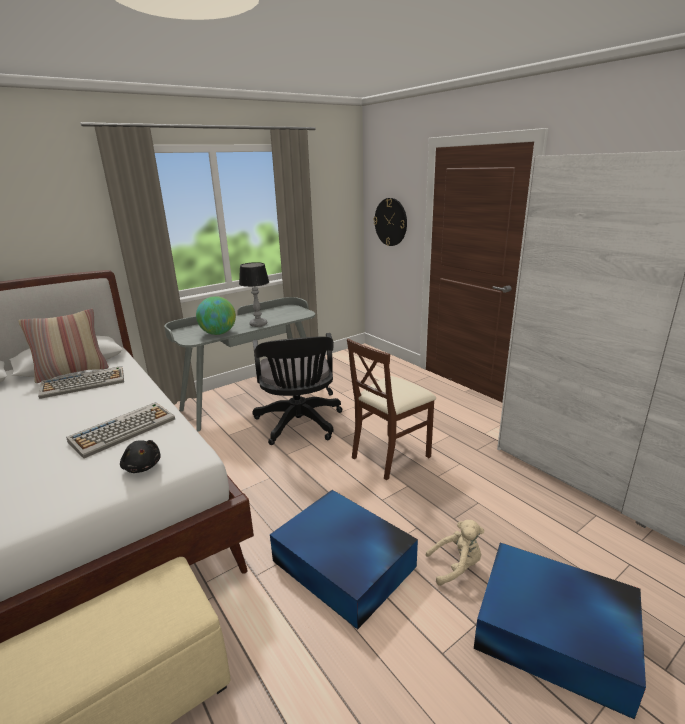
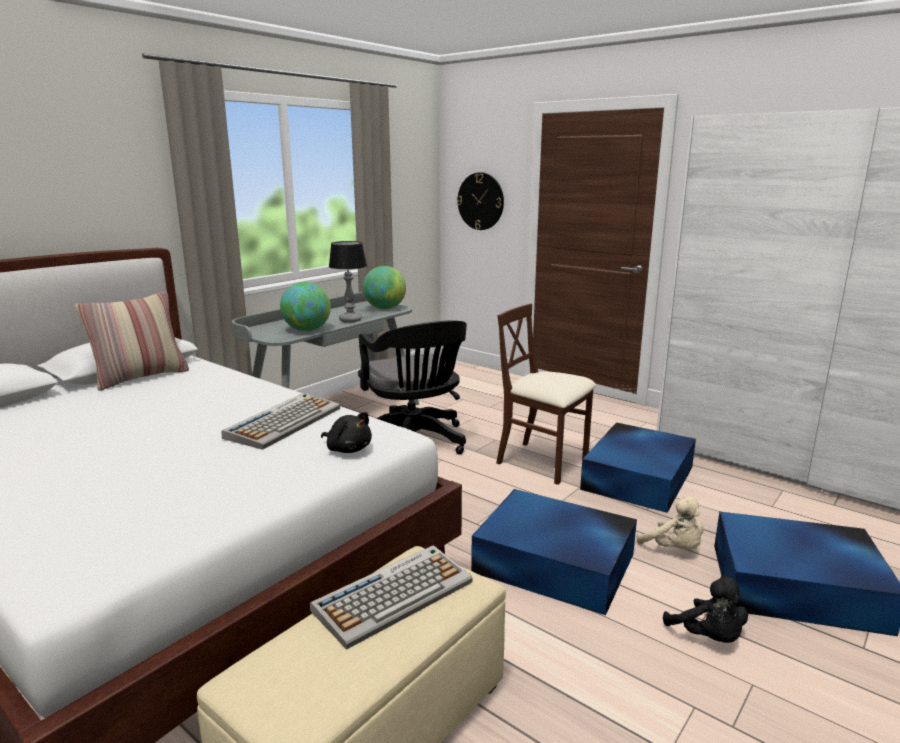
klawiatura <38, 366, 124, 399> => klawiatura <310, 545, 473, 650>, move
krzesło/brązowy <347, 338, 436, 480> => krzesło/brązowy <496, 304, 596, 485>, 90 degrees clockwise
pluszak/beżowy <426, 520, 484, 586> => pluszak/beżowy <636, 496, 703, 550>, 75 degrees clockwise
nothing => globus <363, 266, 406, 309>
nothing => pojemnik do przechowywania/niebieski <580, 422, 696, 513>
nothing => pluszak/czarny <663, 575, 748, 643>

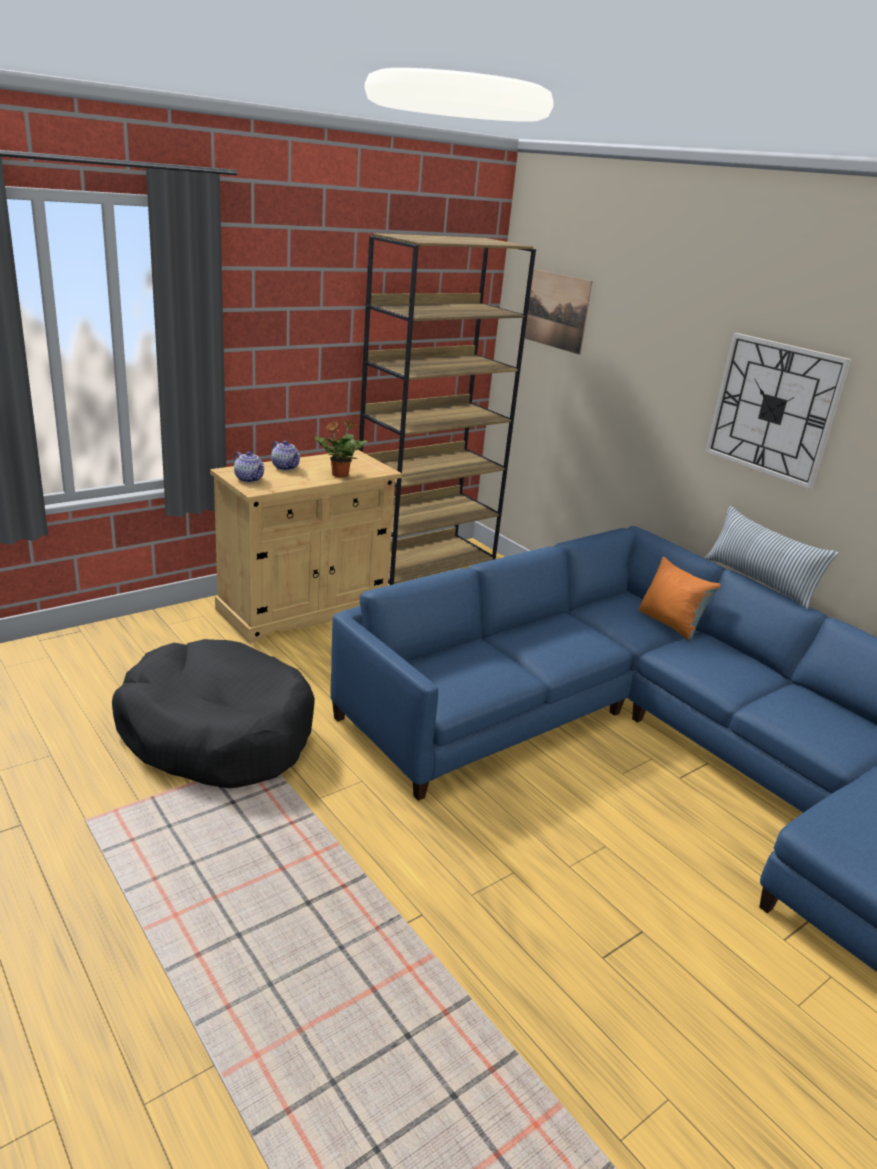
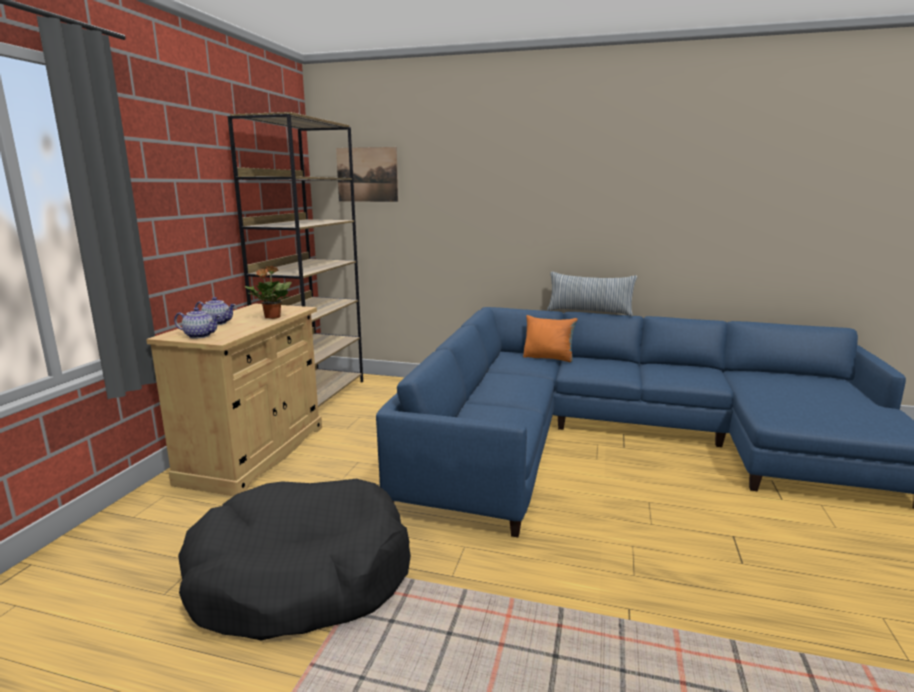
zegar ścienny <705, 333, 852, 489> => nothing

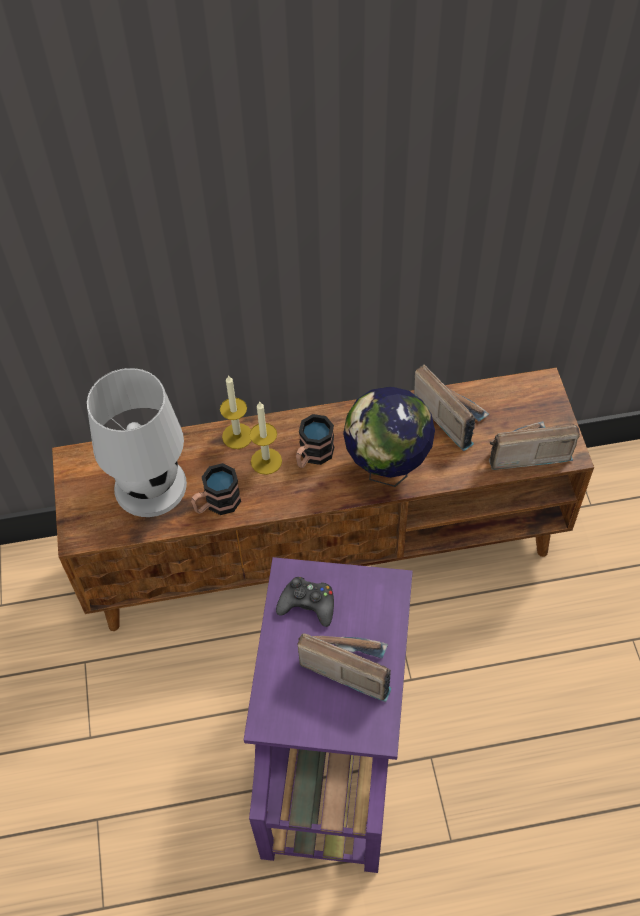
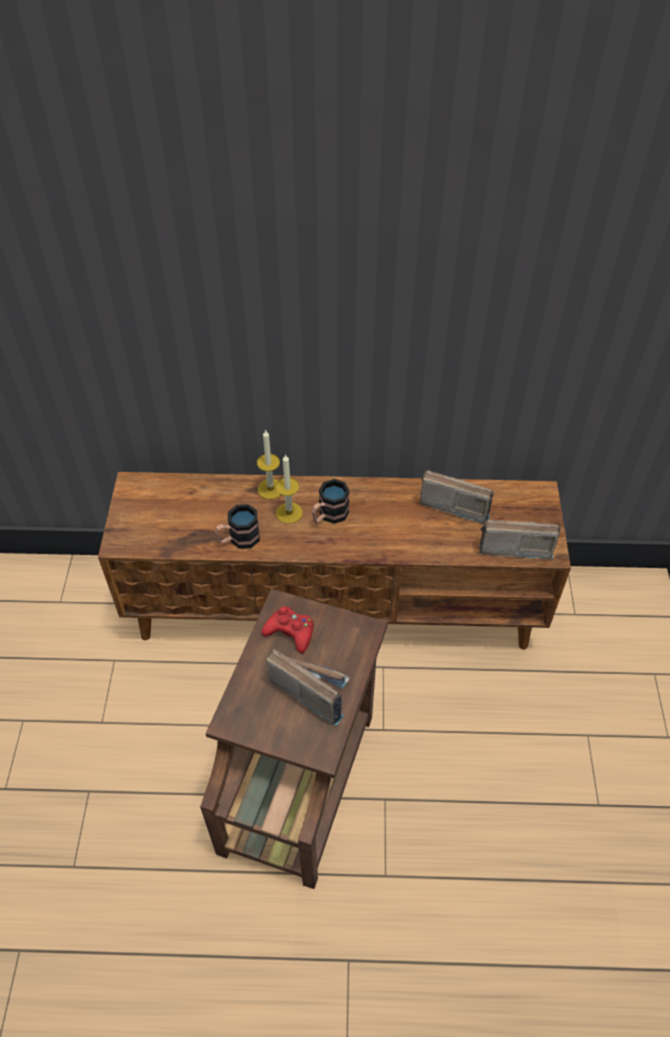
lampa stołowa/biały <87, 368, 187, 517> => nothing
stolik/fioletowy <244, 557, 413, 873> => stolik/brązowy <200, 589, 388, 889>
pad do gier/czarny <276, 577, 334, 627> => pad do gier/czerwony <261, 606, 314, 653>
globus <343, 387, 435, 487> => nothing
radio <414, 365, 489, 451> => radio <420, 470, 494, 524>, 45 degrees counterclockwise

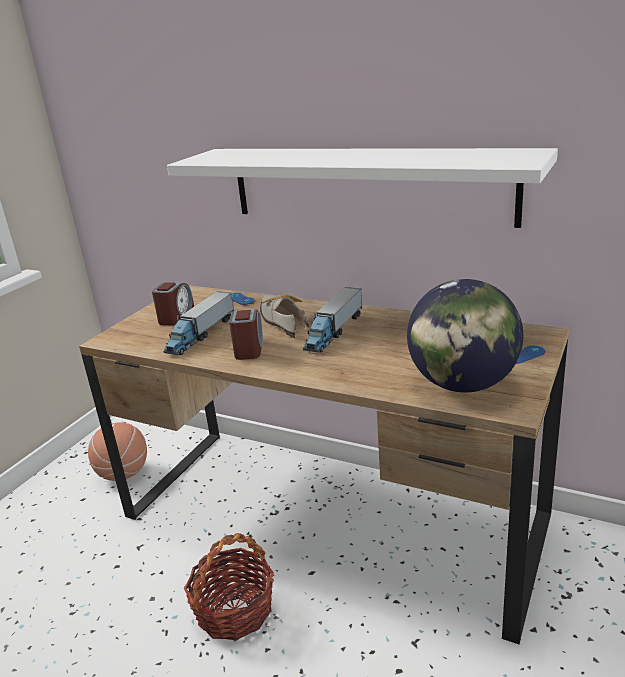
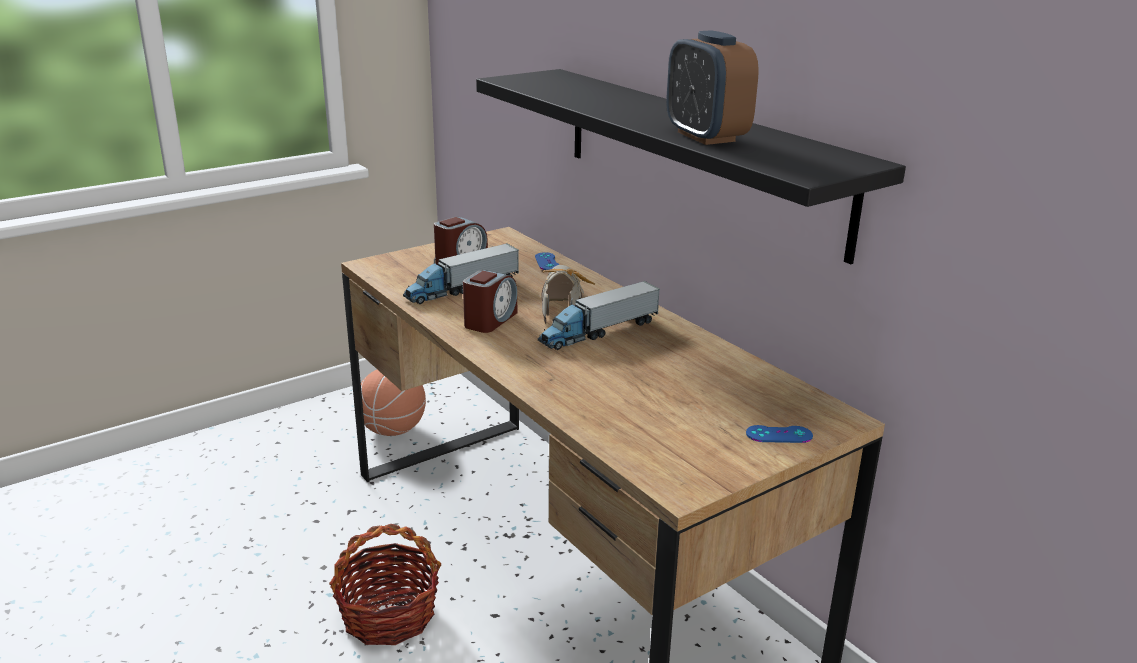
półka/biały <167, 148, 558, 228> => półka/czarny <476, 69, 906, 264>
globus <407, 279, 524, 392> => nothing
nothing => budzik <666, 30, 759, 145>

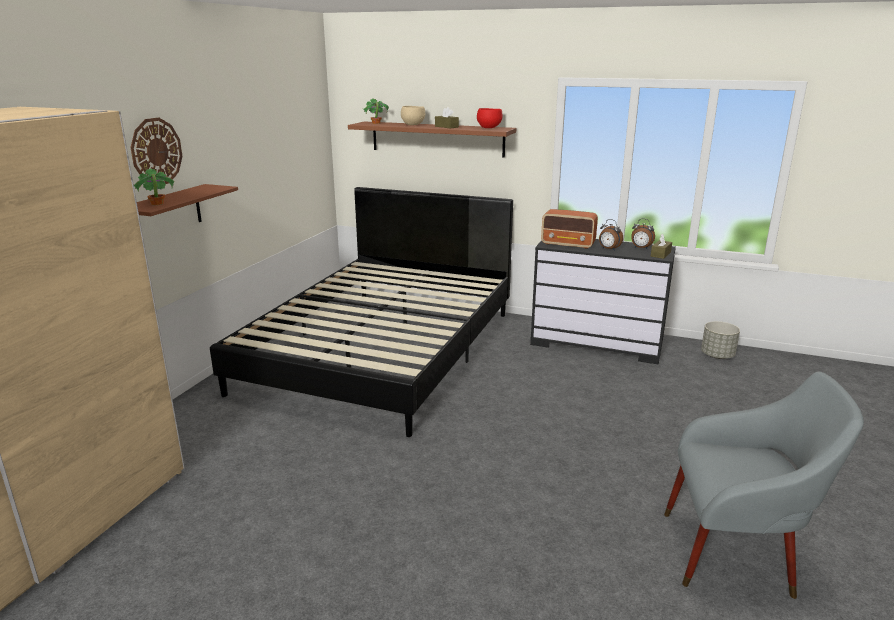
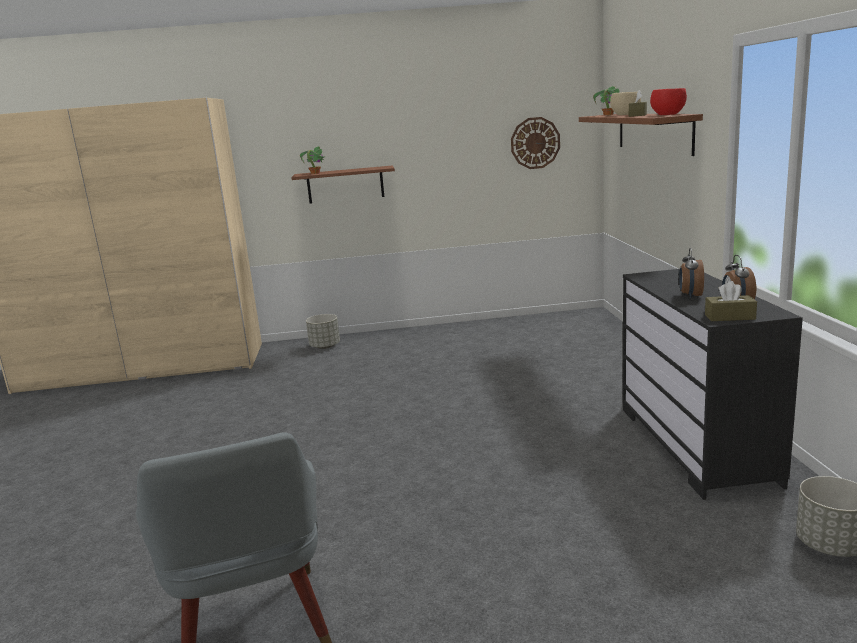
zegar ścienny <130, 117, 183, 184> => zegar ścienny <511, 117, 560, 169>, move
łóżko/czarny <210, 187, 513, 437> => nothing
radio <541, 209, 598, 249> => nothing
nothing => donica/szary <306, 314, 340, 349>

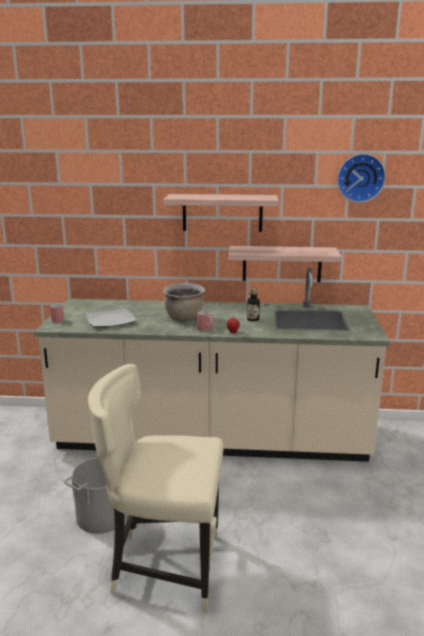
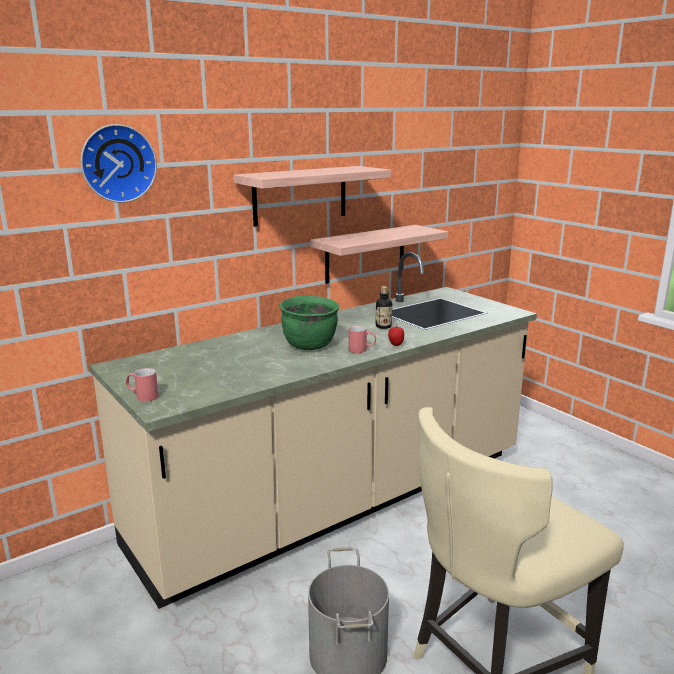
talerz <86, 308, 136, 327> => nothing
garnek/brązowy <163, 283, 205, 321> => garnek/zielony <279, 296, 339, 350>
zegar ścienny <337, 154, 386, 203> => zegar ścienny <81, 124, 157, 203>, move

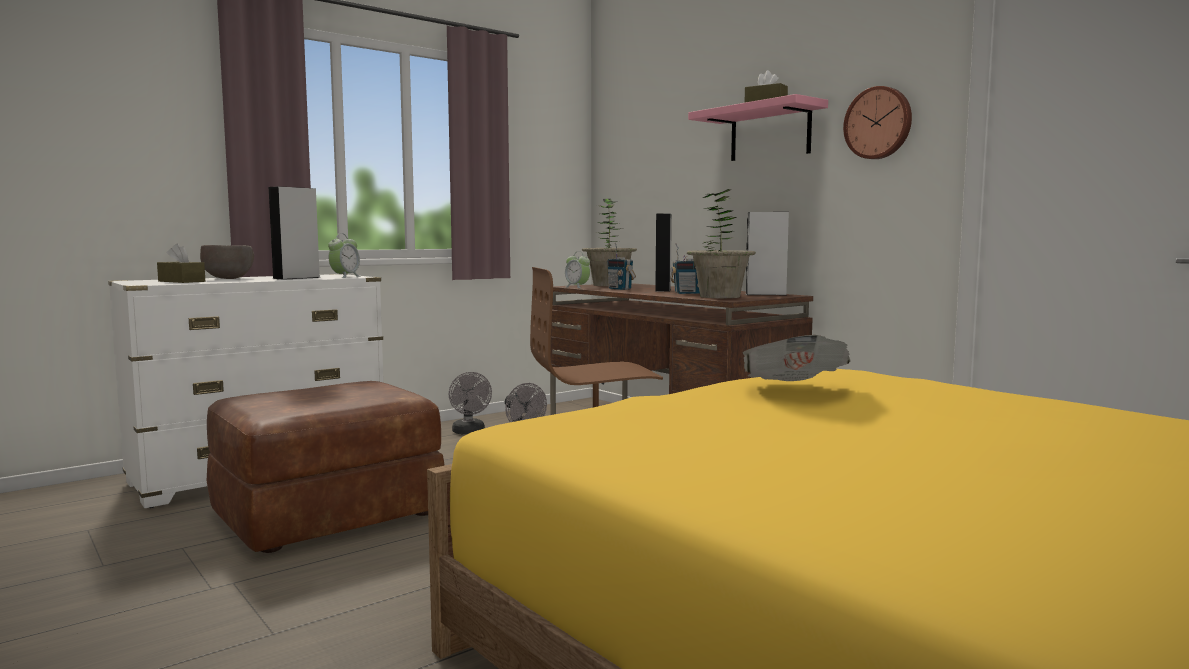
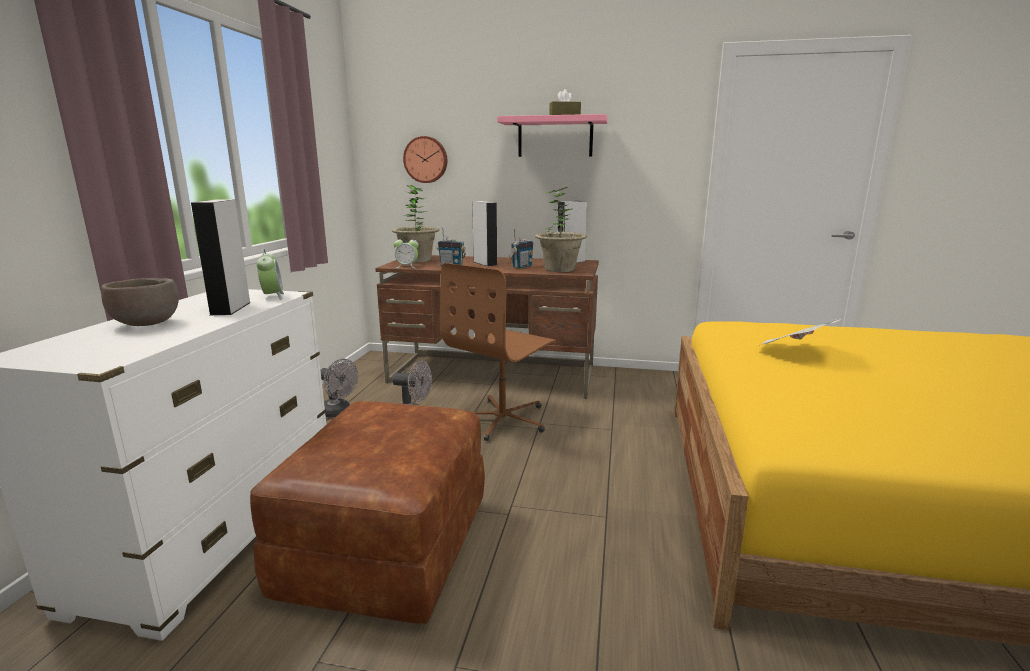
pudełko chusteczek/brązowy <157, 243, 205, 283> => nothing
zegar ścienny <843, 86, 912, 159> => zegar ścienny <403, 136, 447, 183>, move

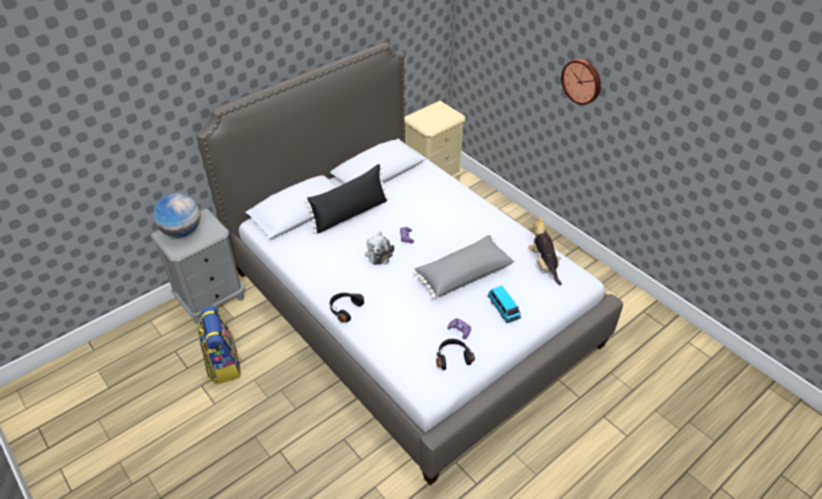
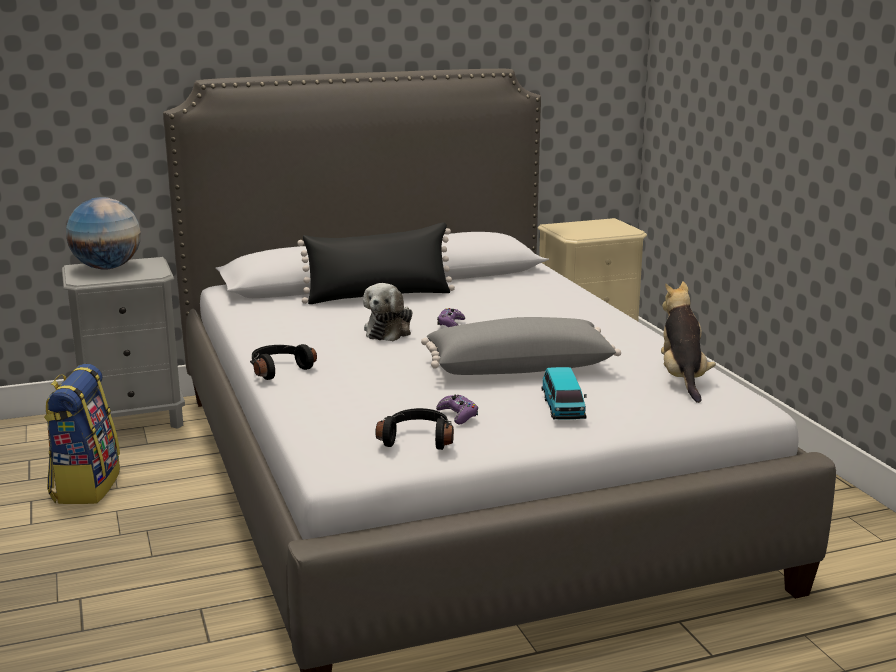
zegar ścienny <561, 59, 601, 105> => nothing

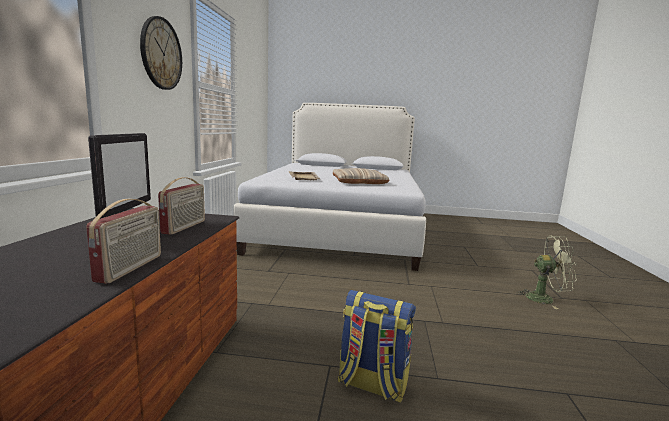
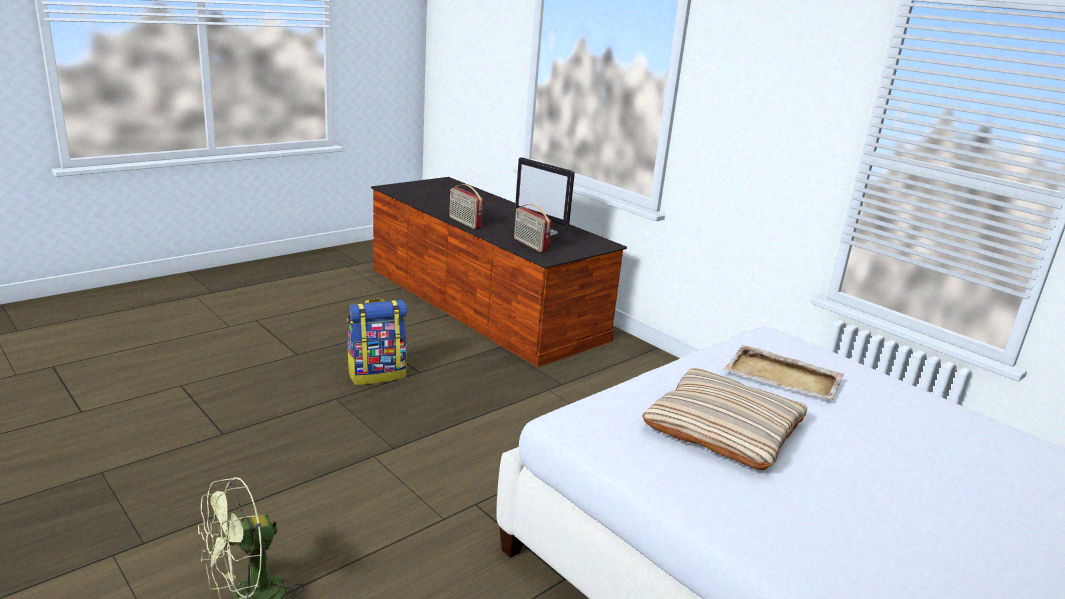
zegar ścienny <140, 16, 182, 90> => nothing

